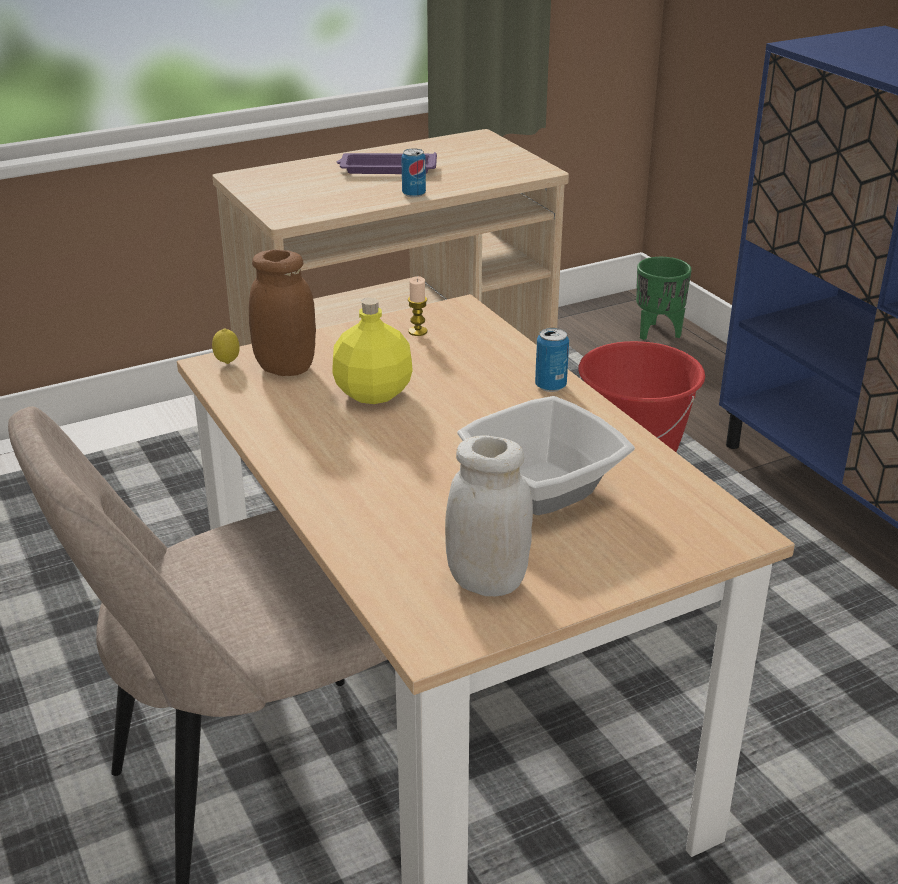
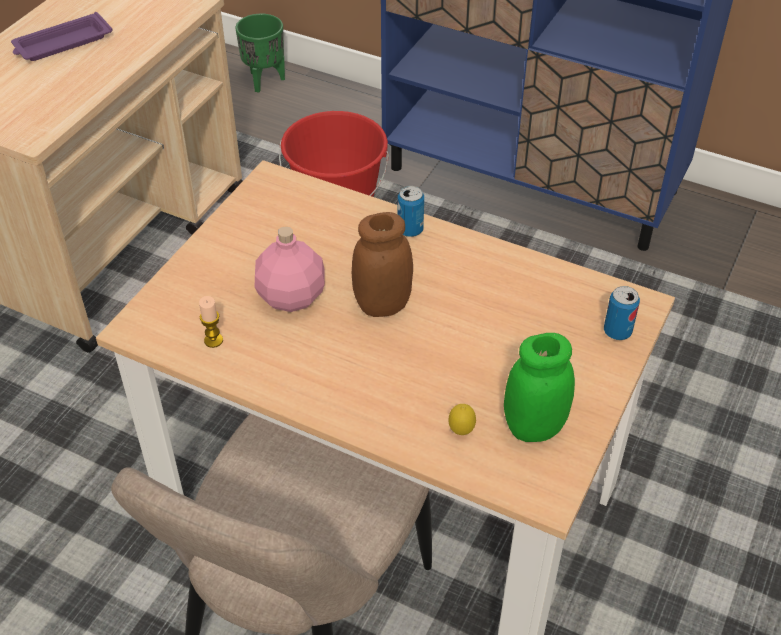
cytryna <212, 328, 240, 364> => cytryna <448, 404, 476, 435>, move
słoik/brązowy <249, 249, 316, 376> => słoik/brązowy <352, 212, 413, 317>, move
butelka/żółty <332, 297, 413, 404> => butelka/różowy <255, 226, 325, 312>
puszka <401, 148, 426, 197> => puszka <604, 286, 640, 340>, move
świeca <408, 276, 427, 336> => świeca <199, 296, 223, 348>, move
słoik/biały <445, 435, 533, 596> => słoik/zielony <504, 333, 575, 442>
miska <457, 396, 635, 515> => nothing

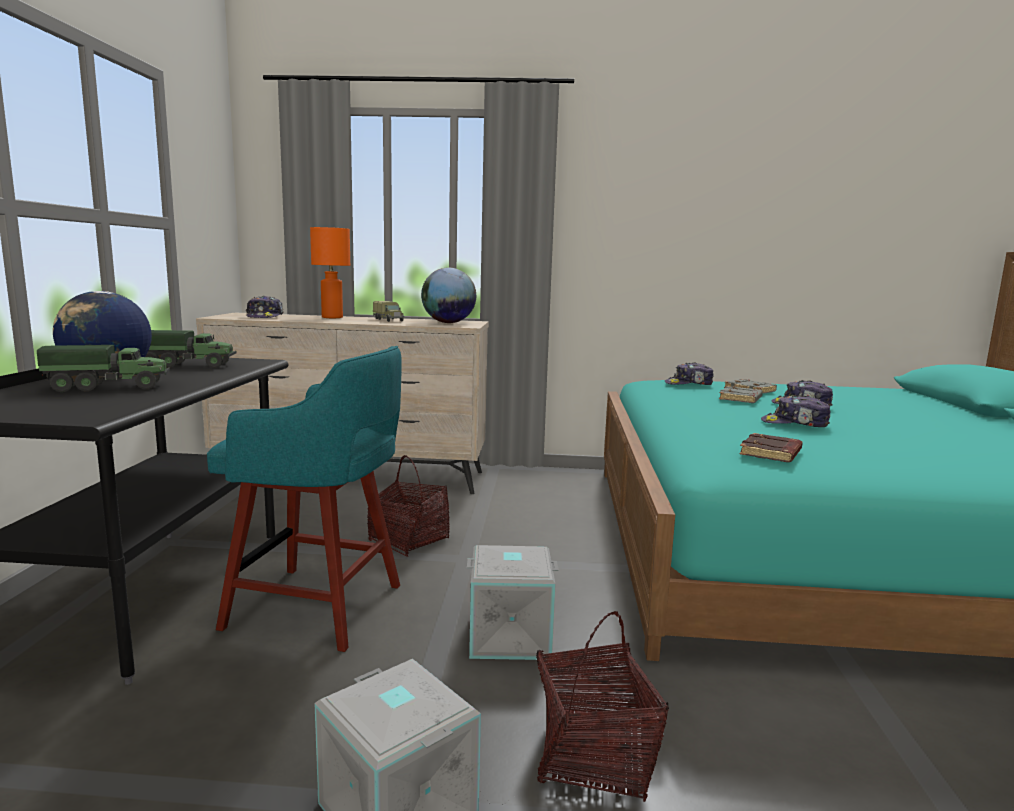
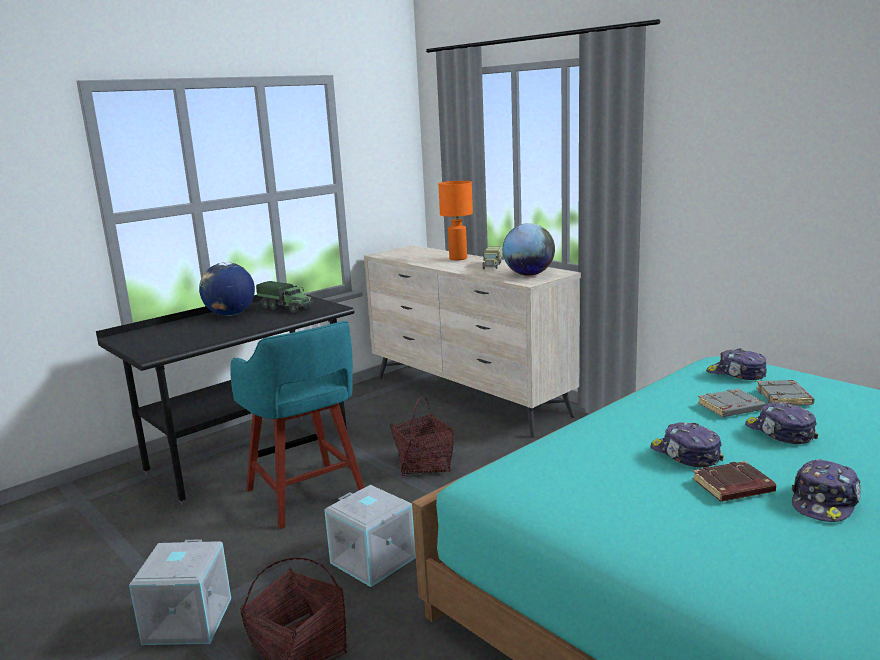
ciężarówka zabawkowa <37, 345, 170, 392> => nothing
czapka z daszkiem <246, 295, 283, 318> => czapka z daszkiem <792, 459, 861, 522>, move
książka/brązowy <739, 433, 803, 462> => książka/brązowy <693, 461, 776, 502>, move

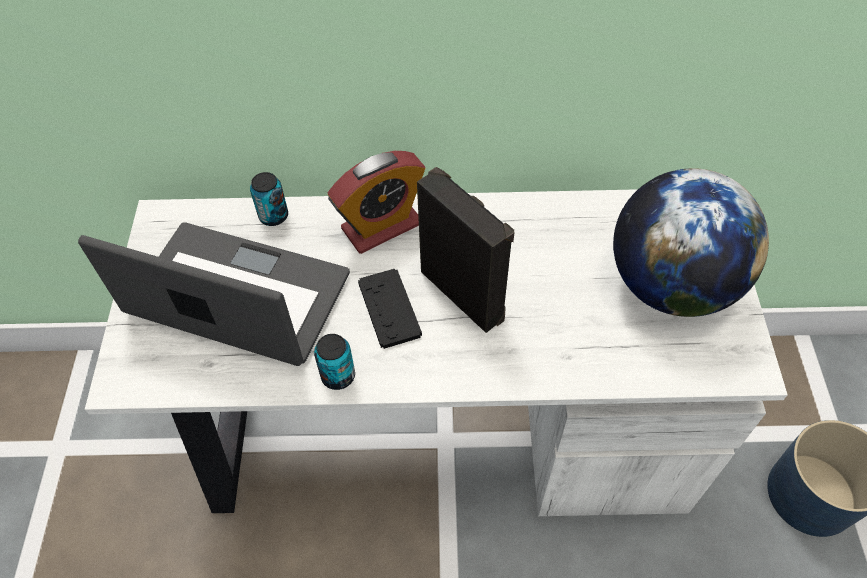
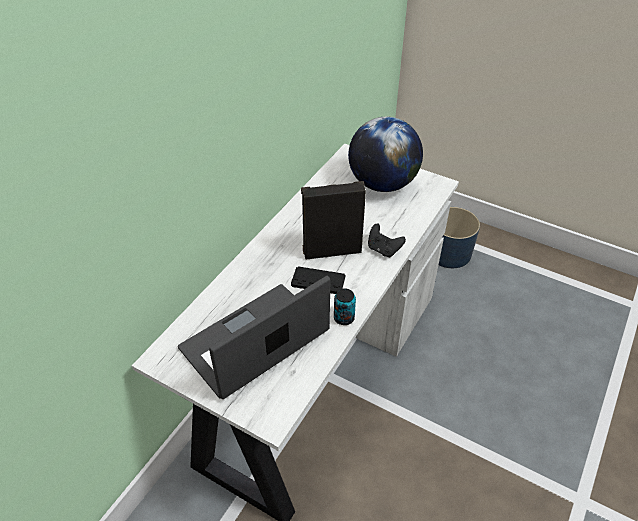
puszka <250, 172, 288, 226> => nothing
budzik <328, 151, 425, 254> => nothing
nothing => pad do gier/czarny <368, 224, 406, 258>

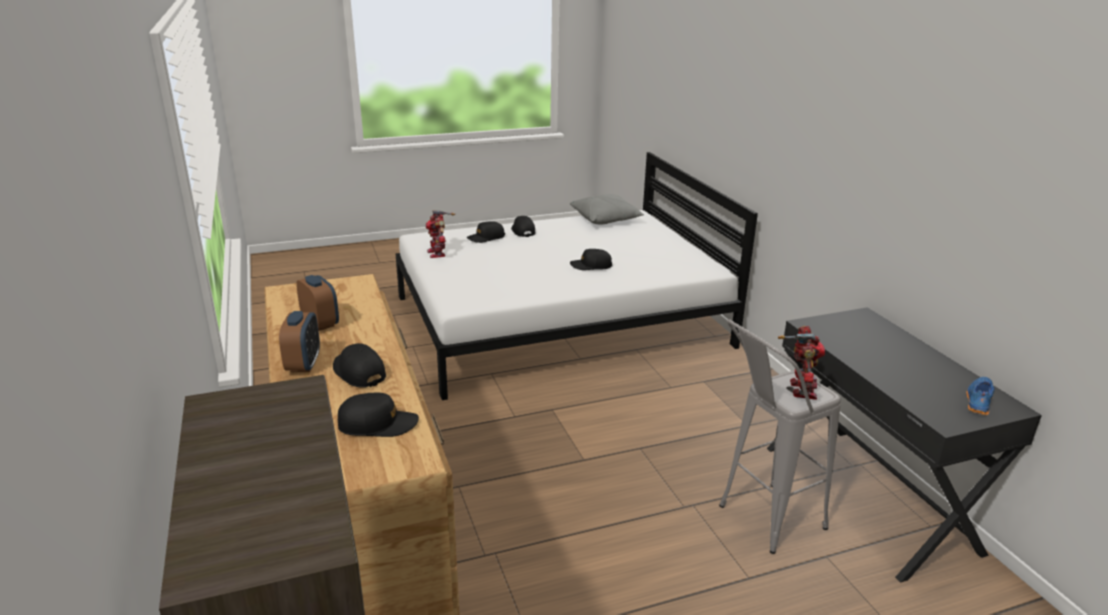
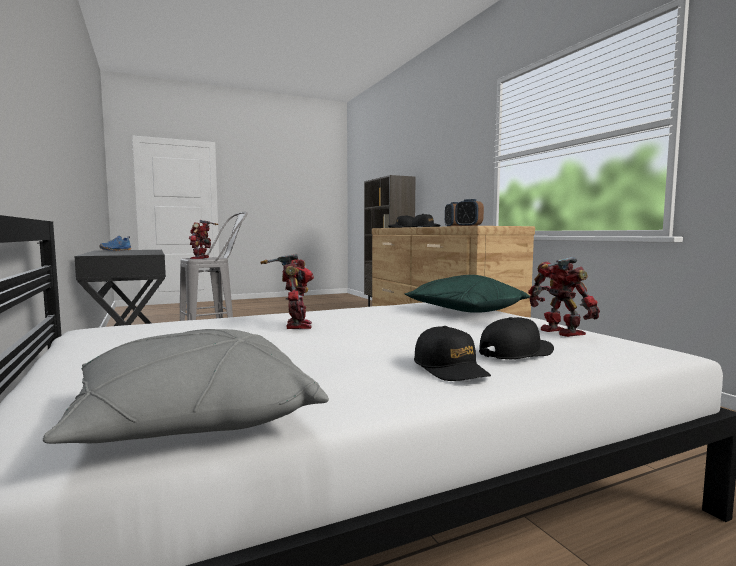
czapka z daszkiem/czarny <570, 249, 612, 270> => robot zabawkowy <260, 254, 314, 329>
nothing => poduszka/zielony <405, 275, 530, 313>

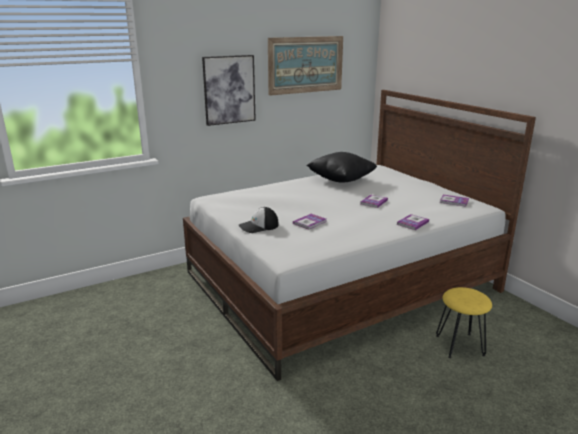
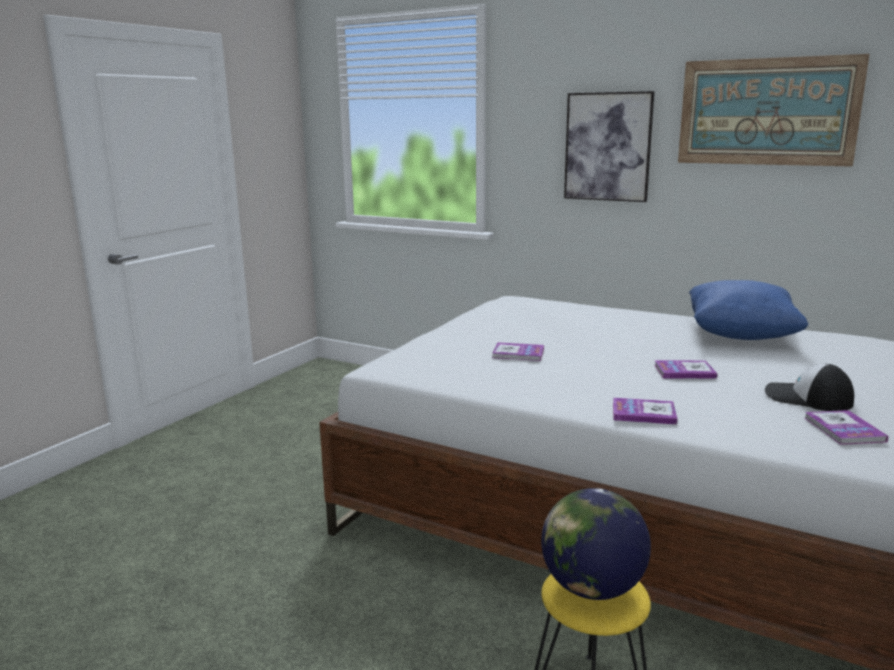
czapka z daszkiem <239, 207, 279, 233> => czapka z daszkiem <765, 364, 854, 411>, move
poduszka/czarny <307, 152, 377, 183> => poduszka/niebieski <689, 280, 808, 340>
nothing => globus <541, 488, 651, 600>

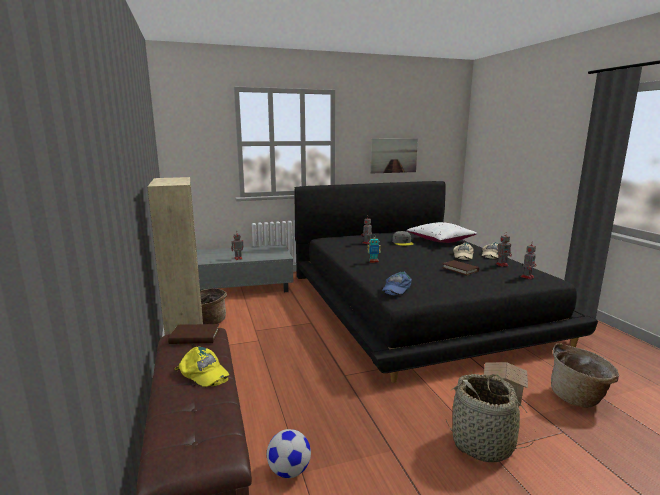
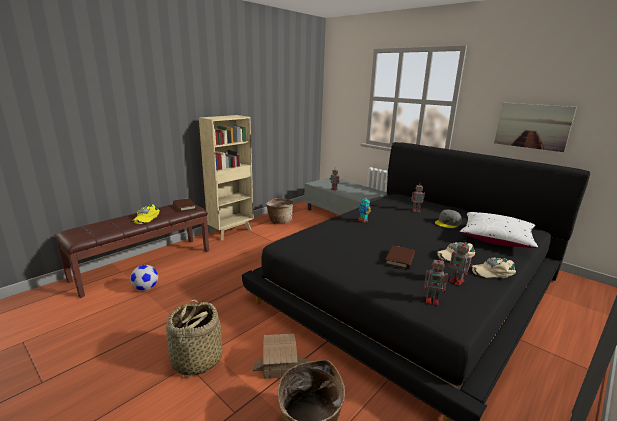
czapka z daszkiem/niebieski <382, 272, 412, 295> => nothing

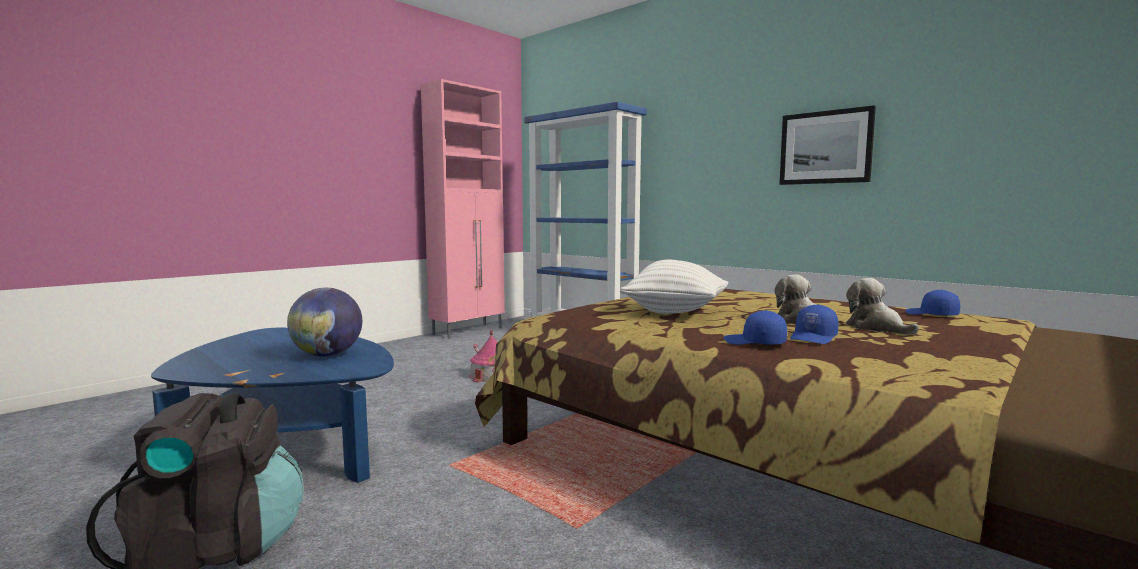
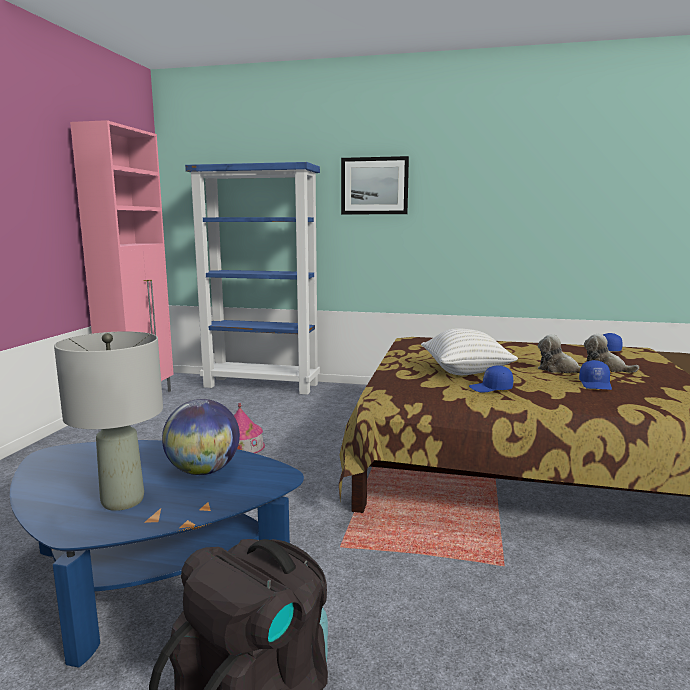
czapka z daszkiem/niebieski <723, 310, 787, 345> => czapka z daszkiem/niebieski <469, 365, 513, 393>, move
obraz <779, 105, 876, 185> => obraz <341, 156, 409, 214>, move
nothing => lampa stołowa/szary <54, 331, 163, 511>

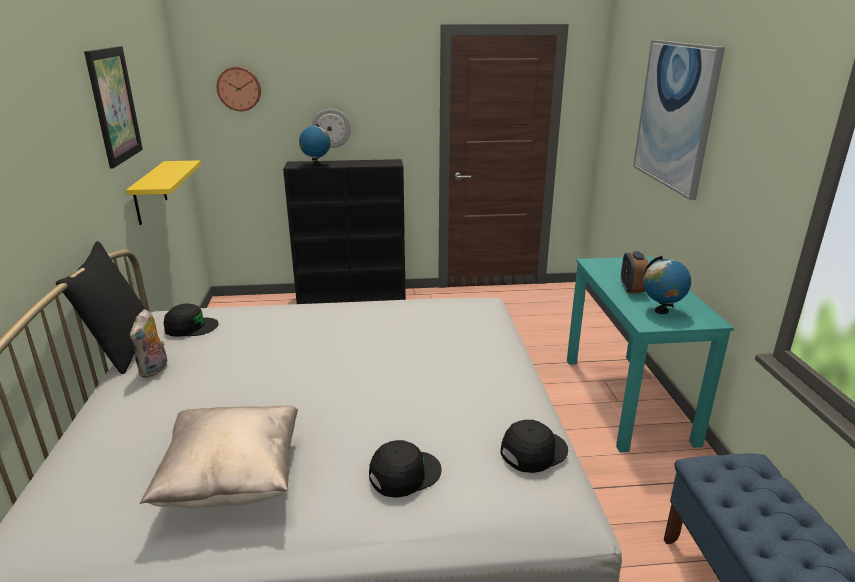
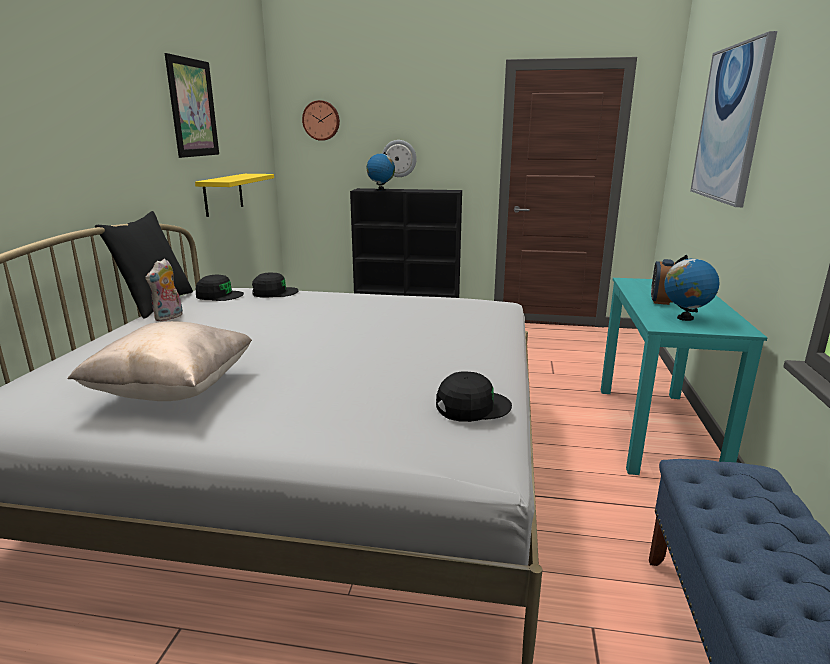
czapka z daszkiem/czarny <369, 440, 442, 498> => czapka z daszkiem/czarny <252, 273, 299, 298>, move

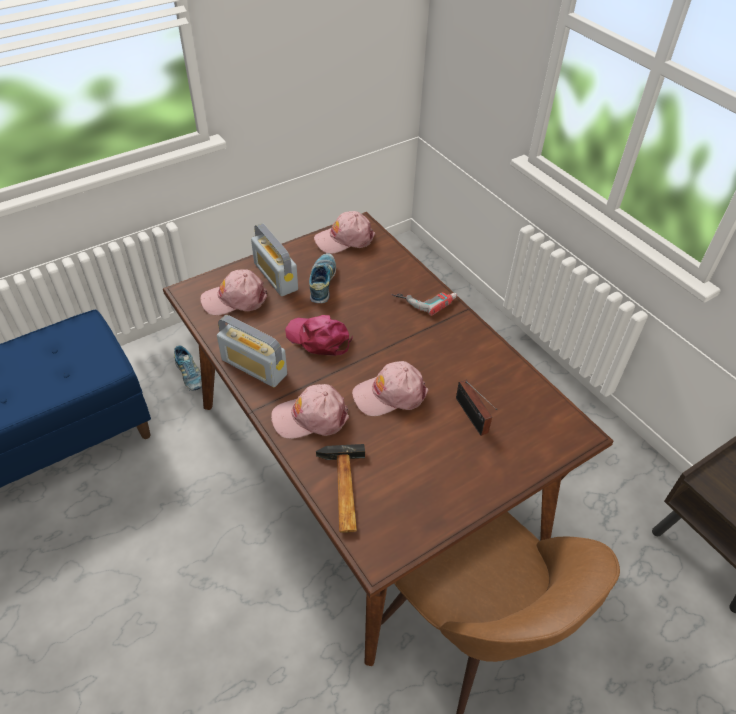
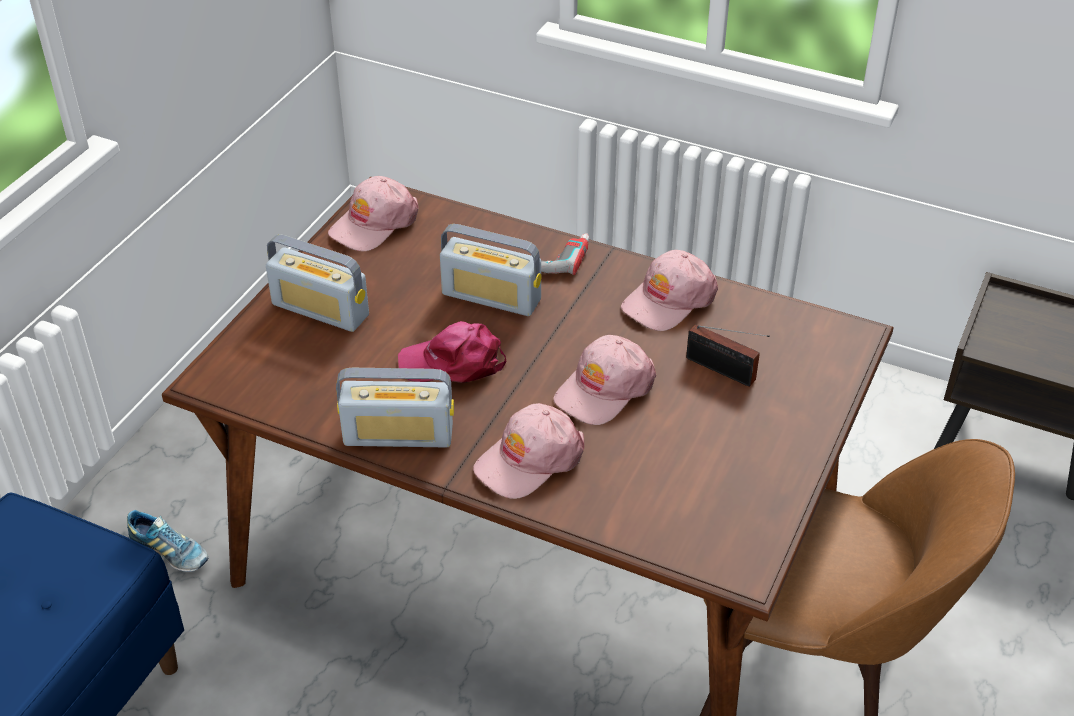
czapka z daszkiem/różowy <200, 269, 267, 315> => czapka z daszkiem/różowy <621, 250, 718, 331>, move
but <309, 253, 336, 303> => nothing
młotek <316, 444, 365, 533> => nothing
nothing => radio <440, 224, 542, 316>

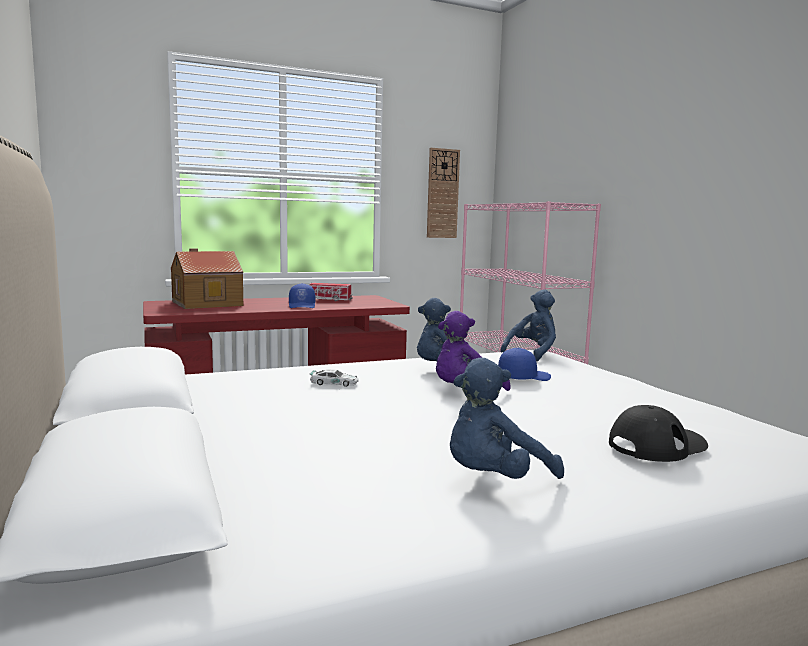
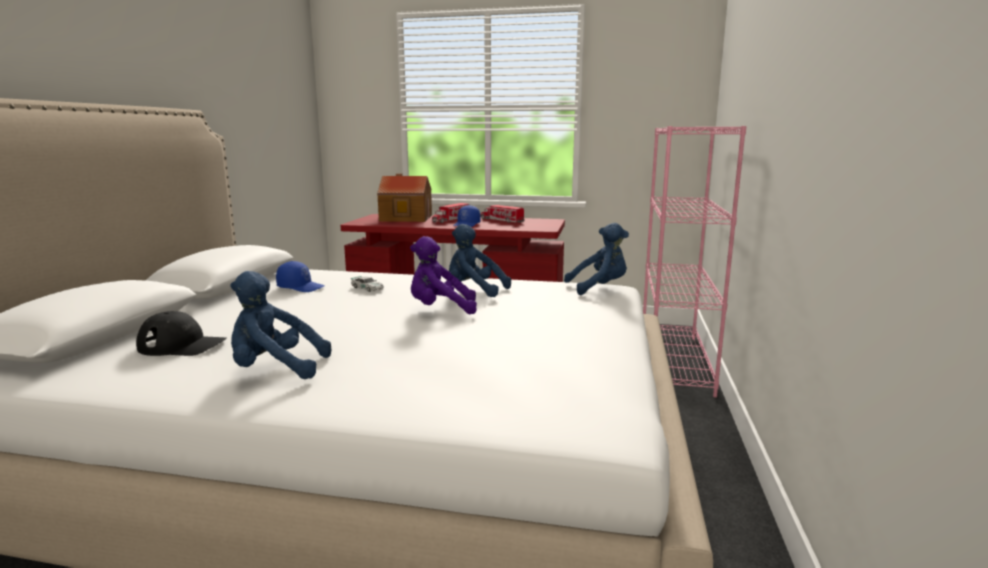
zegar ścienny <427, 148, 460, 238> => nothing
czapka z daszkiem/niebieski <498, 348, 551, 381> => czapka z daszkiem/niebieski <276, 261, 325, 292>, move
czapka z daszkiem/czarny <609, 405, 708, 462> => czapka z daszkiem/czarny <136, 311, 227, 356>, move
nothing => ciężarówka zabawkowa <432, 203, 469, 223>

